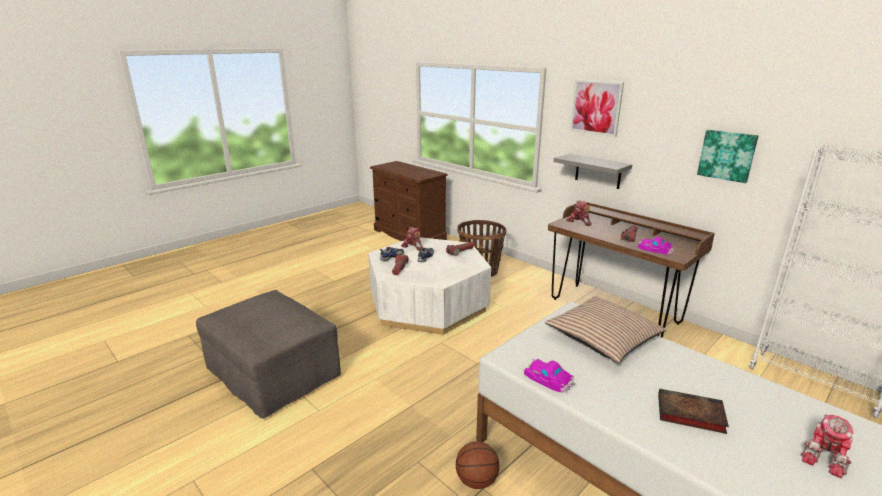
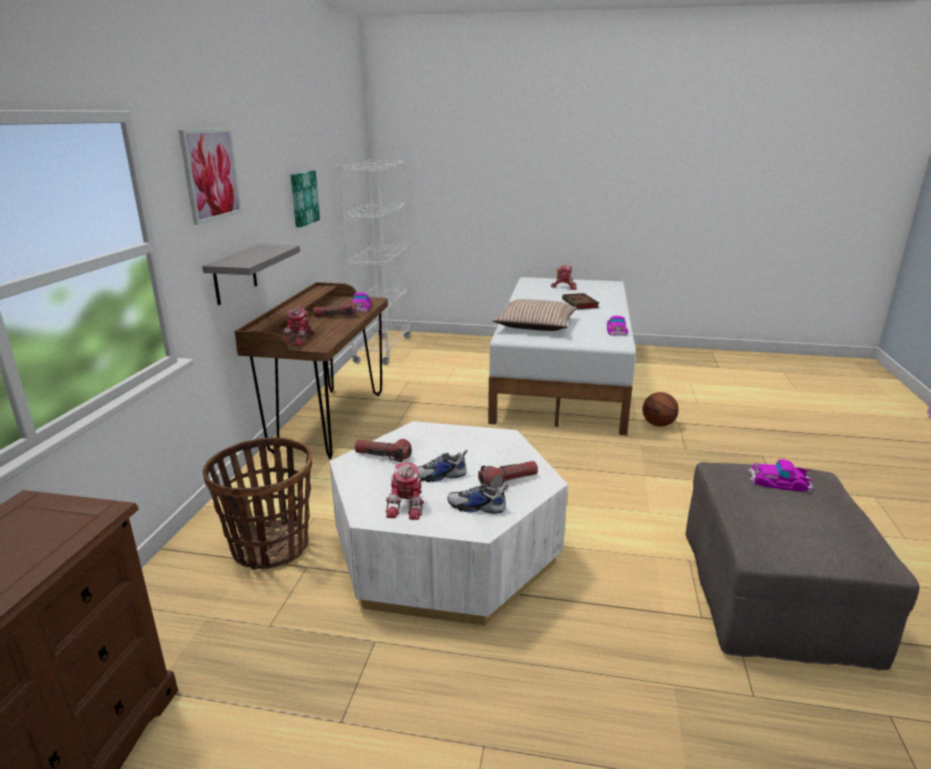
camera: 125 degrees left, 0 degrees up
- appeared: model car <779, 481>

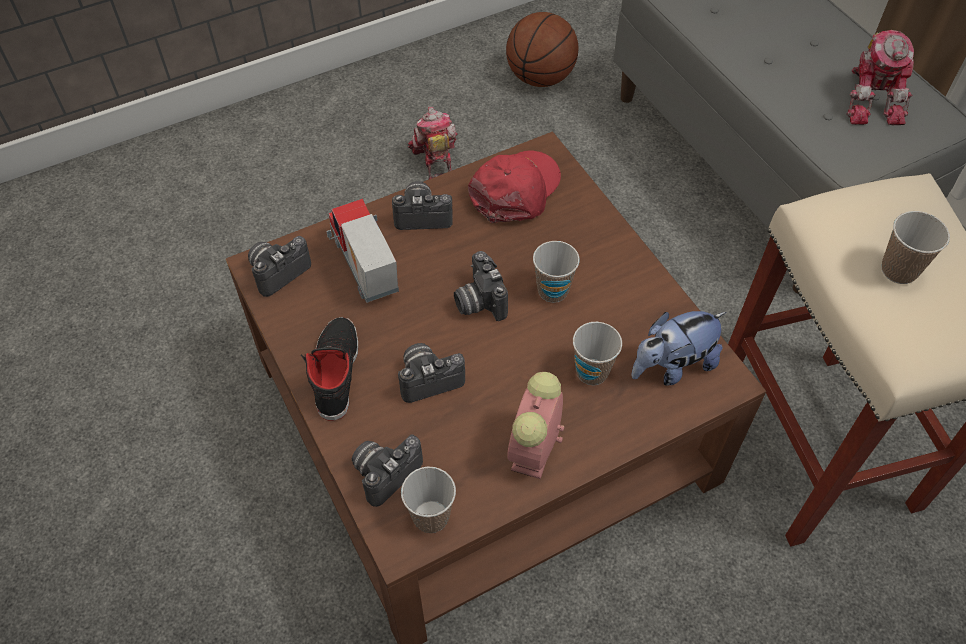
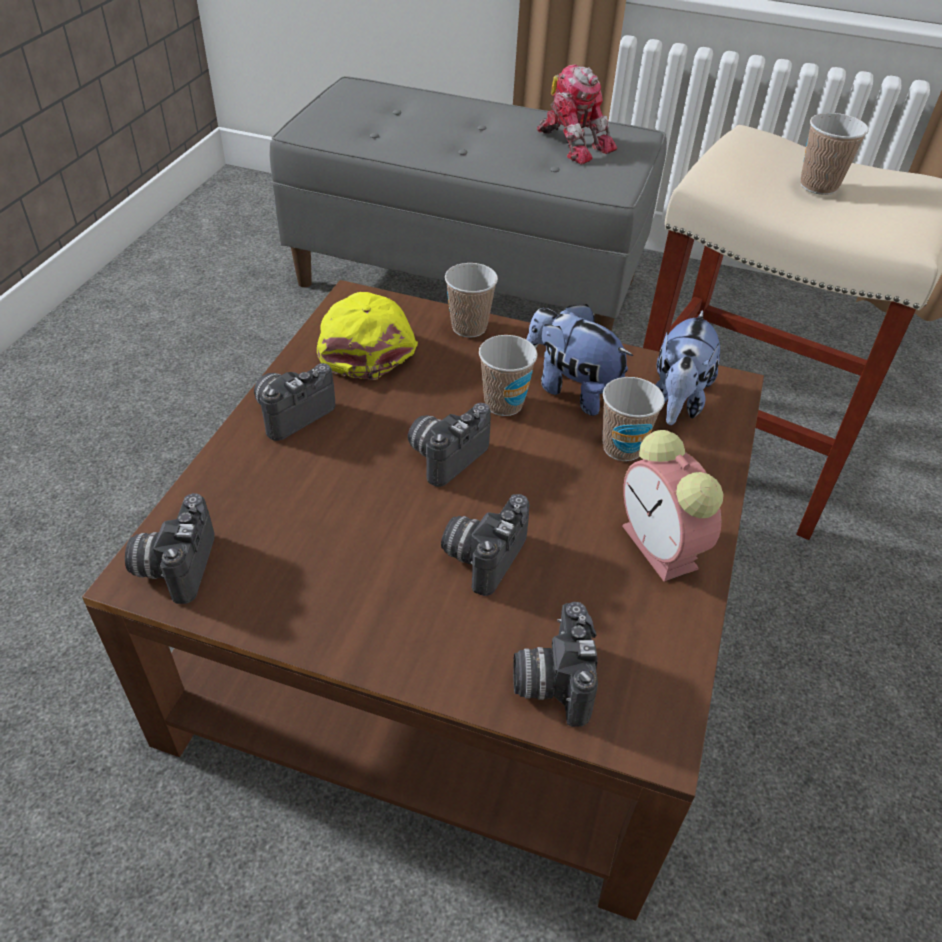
camera: 45 degrees left, 10 degrees down
- missing: basketball ball <540, 78>
- missing: toy robot <435, 161>
- colour: reddish cap <516, 190> to yellow cap <364, 342>
- missing: model truck <363, 268>
- spun: still camera <478, 301> = <445, 455> 105 degrees clockwise
- missing: black low shoe <335, 371>
- relocated: drinking cup <431, 517> to <469, 327>
- appeared: soft toy <571, 389>

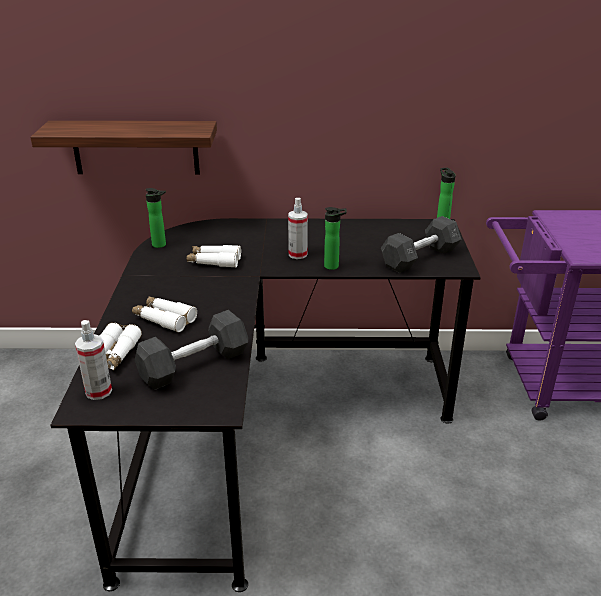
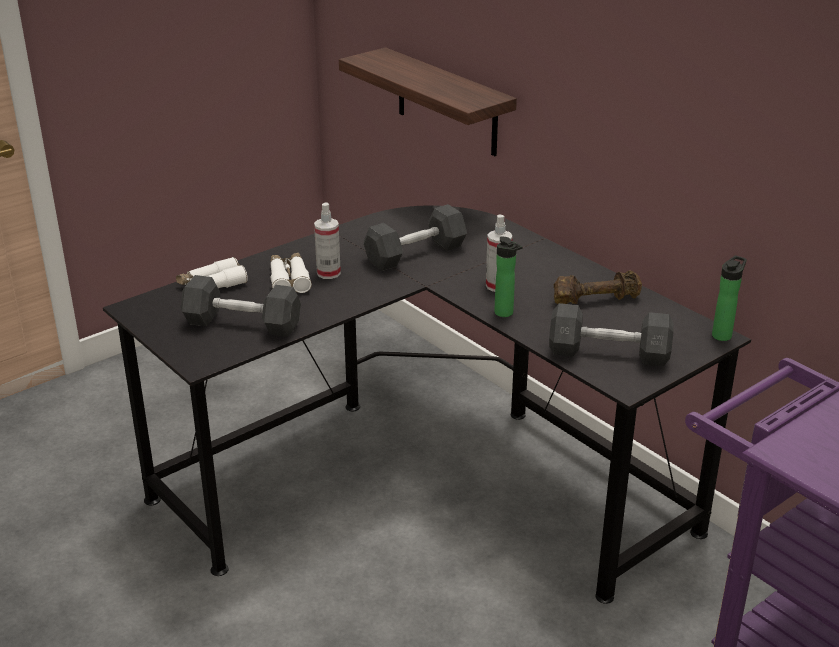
camera: 50 degrees right, 0 degrees up
- missing: bottle <161, 245>
- exchanged: white-coloured pair of binoculars <214, 261> to grey hand weight <415, 254>
- relocated: spray bottle <98, 391> to <328, 273>
- appeared: brown-coloured hand weight <595, 300>

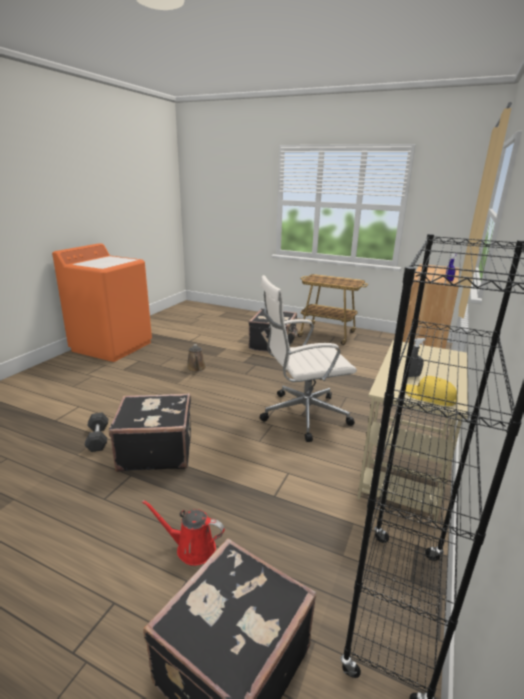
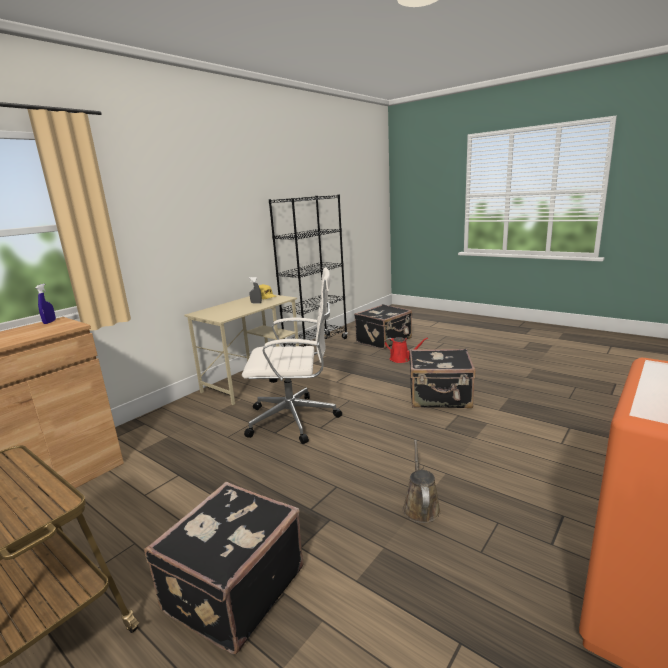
camera: 165 degrees left, 5 degrees down
- missing: grey hand weight <98, 438>

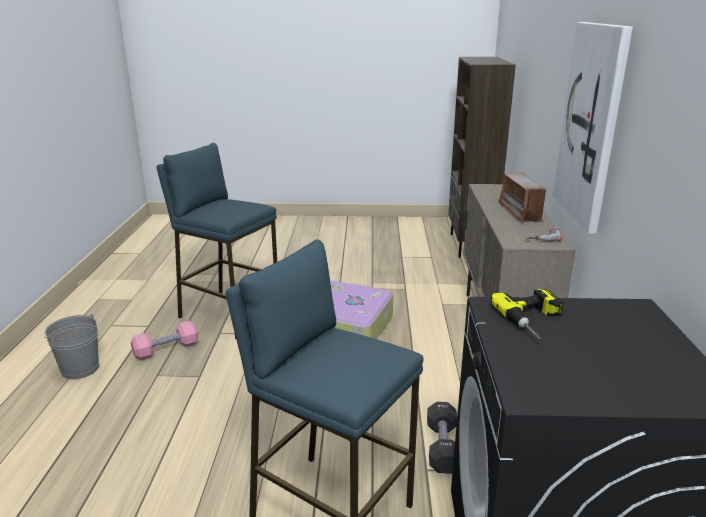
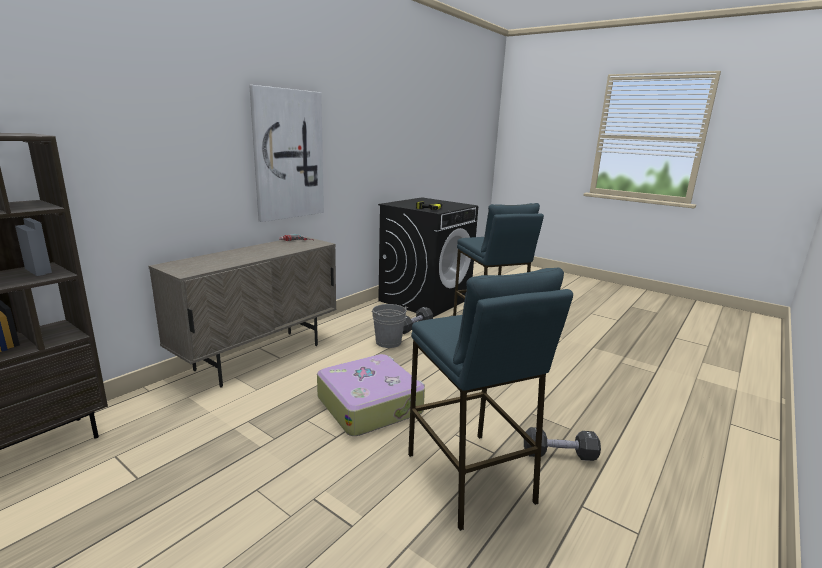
camera: 145 degrees left, 5 degrees down
- missing: radio set <520, 212>
- relocated: grey pail <80, 369> to <388, 342>
- colour: pink-coloured hand weight <166, 350> to black hand weight <559, 455>

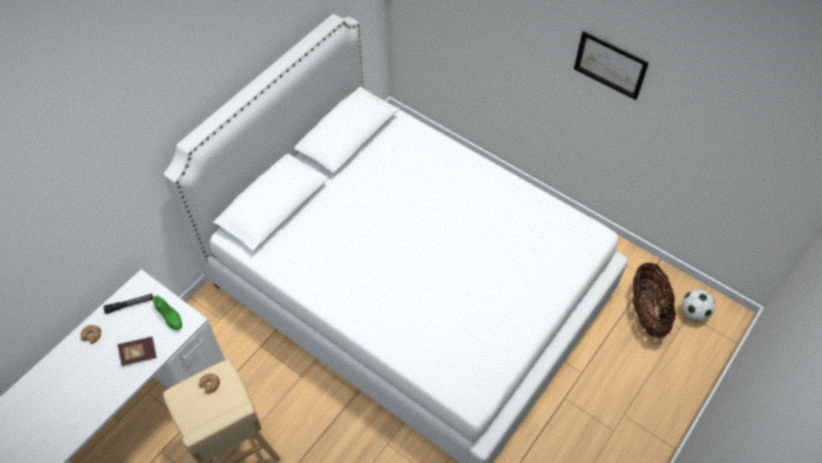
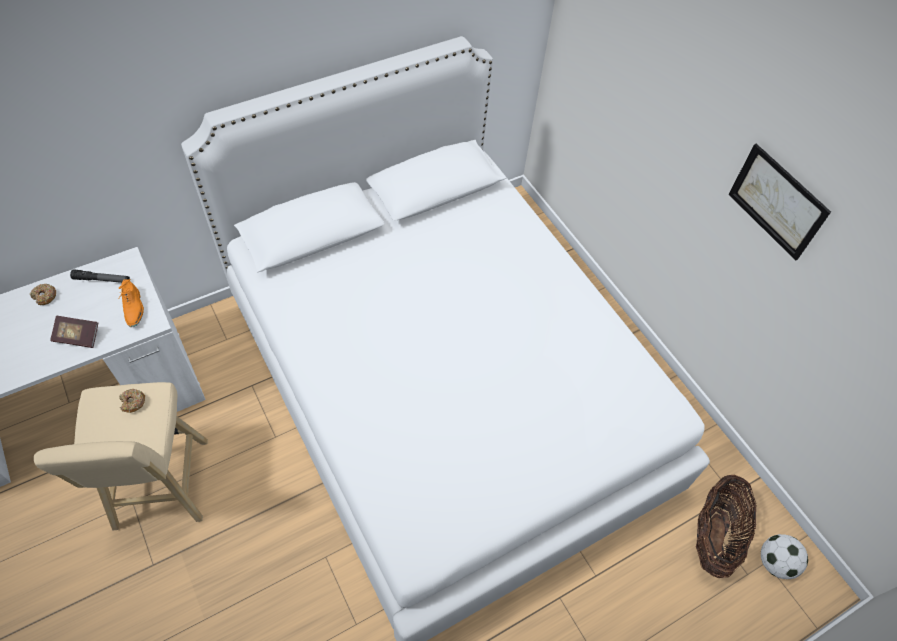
camera: 20 degrees right, 0 degrees up
- colour: greenish low shoe <169, 316> to orange-coloured low shoe <134, 308>

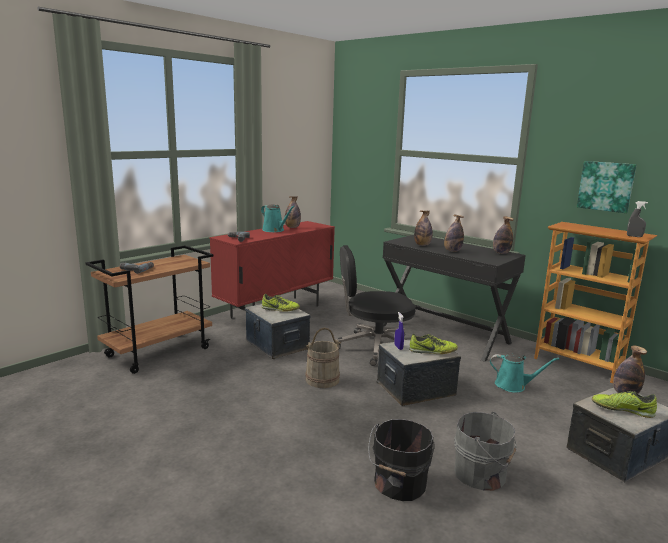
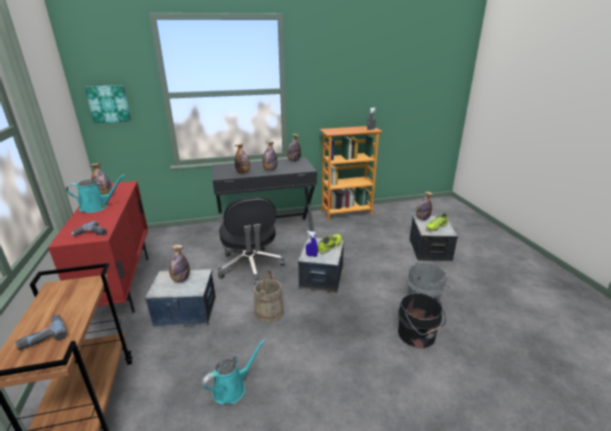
camera: 55 degrees left, 10 degrees up
- relocated: picture <606, 186> to <109, 104>
- spun: black desk chair <374, 347> = <251, 266> 45 degrees counterclockwise
- exchanged: low shoe <280, 309> to bottle <181, 279>
- relocated: blue-green watering pot <513, 385> to <232, 388>

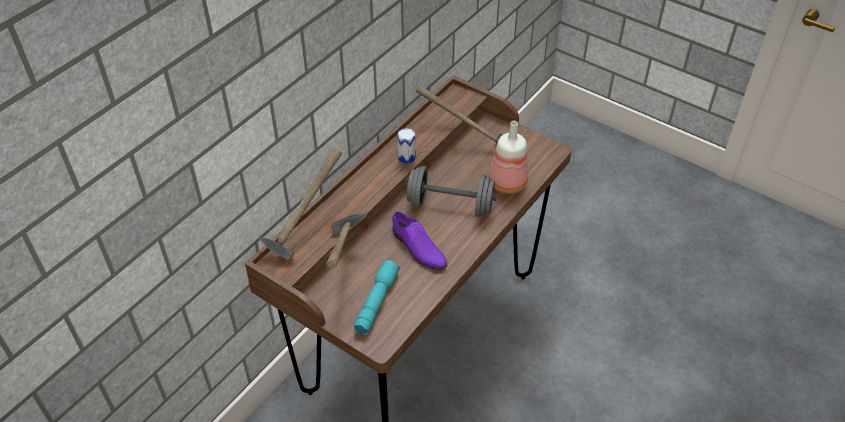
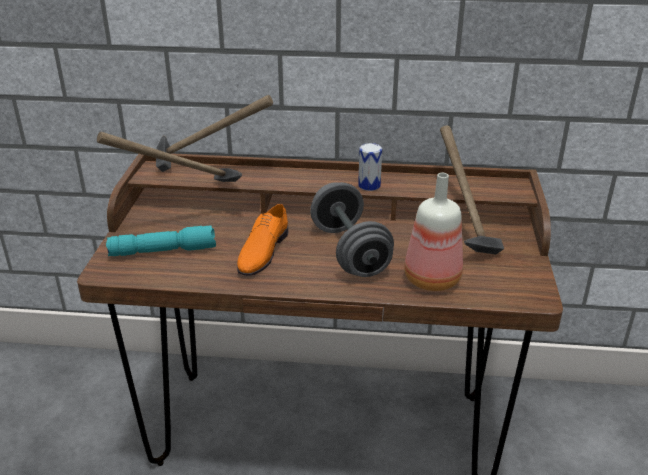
camera: 60 degrees right, 15 degrees down
- colour: purplish low shoe <417, 248> to orange-coloured low shoe <262, 251>

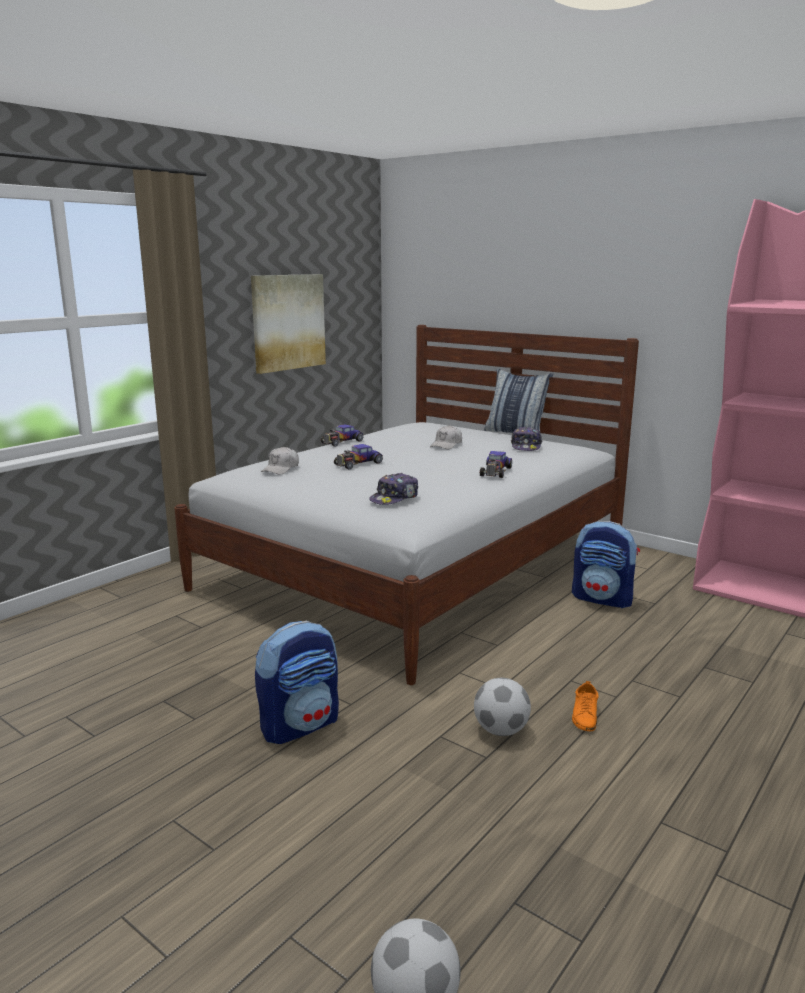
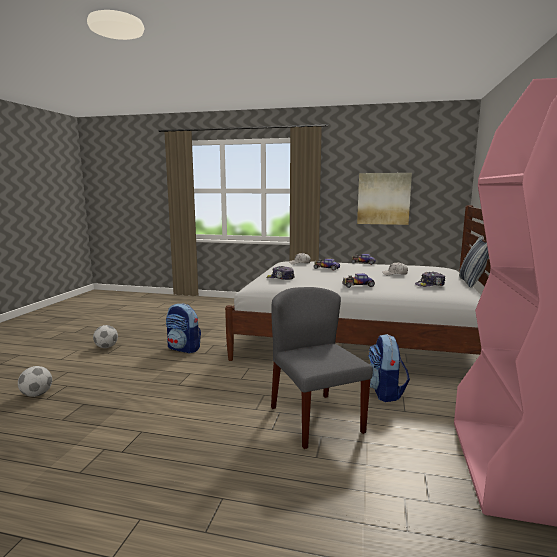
camera: 65 degrees right, 5 degrees down
- relocated: football <500, 731> to <106, 347>
- missing: orange-coloured low shoe <585, 715>
- appeared: grey plain chair <315, 419>

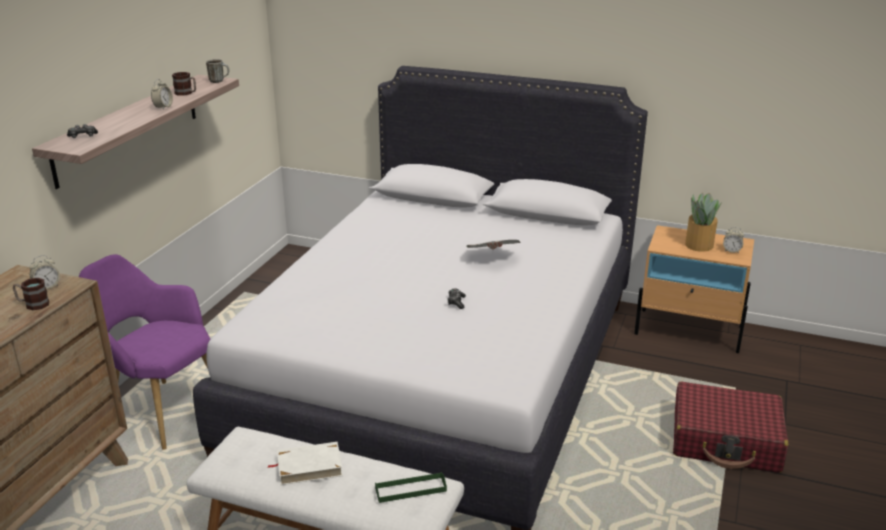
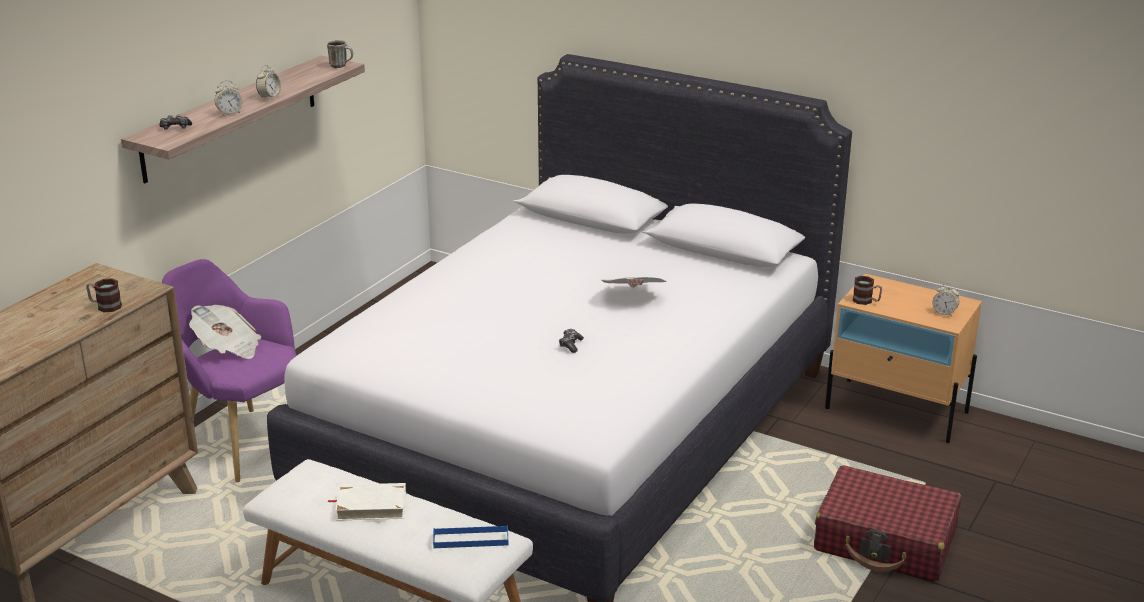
camera: 10 degrees right, 0 degrees up
- relocated: coffee mug <186, 93> to <866, 301>
- missing: houseplant <698, 245>
- relocated: bedside clock <47, 287> to <229, 113>
- colour: greenish carrying tray <410, 489> to bluish carrying tray <471, 539>
- appeared: daily paper <228, 348>

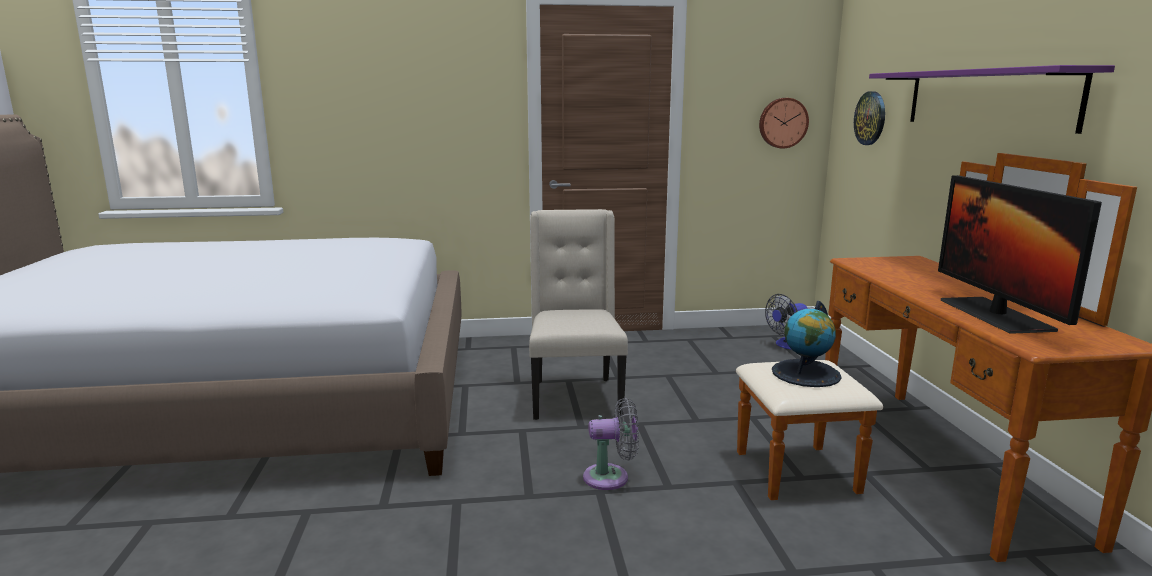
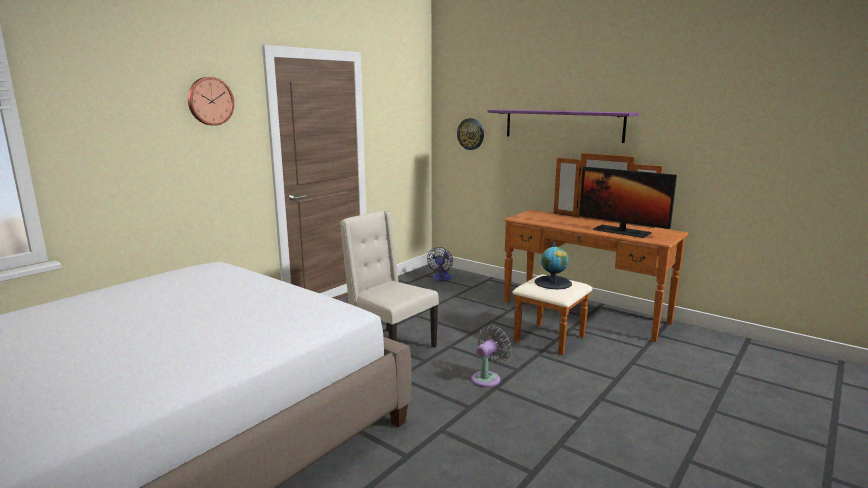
camera: 45 degrees left, 0 degrees up
- relocated: hanging clock <782, 123> to <210, 101>

